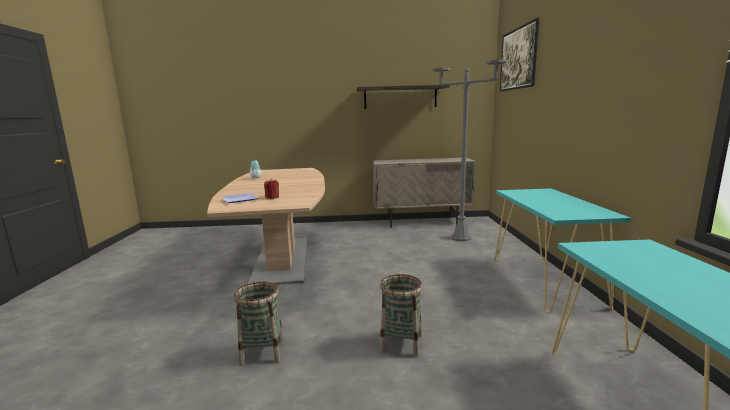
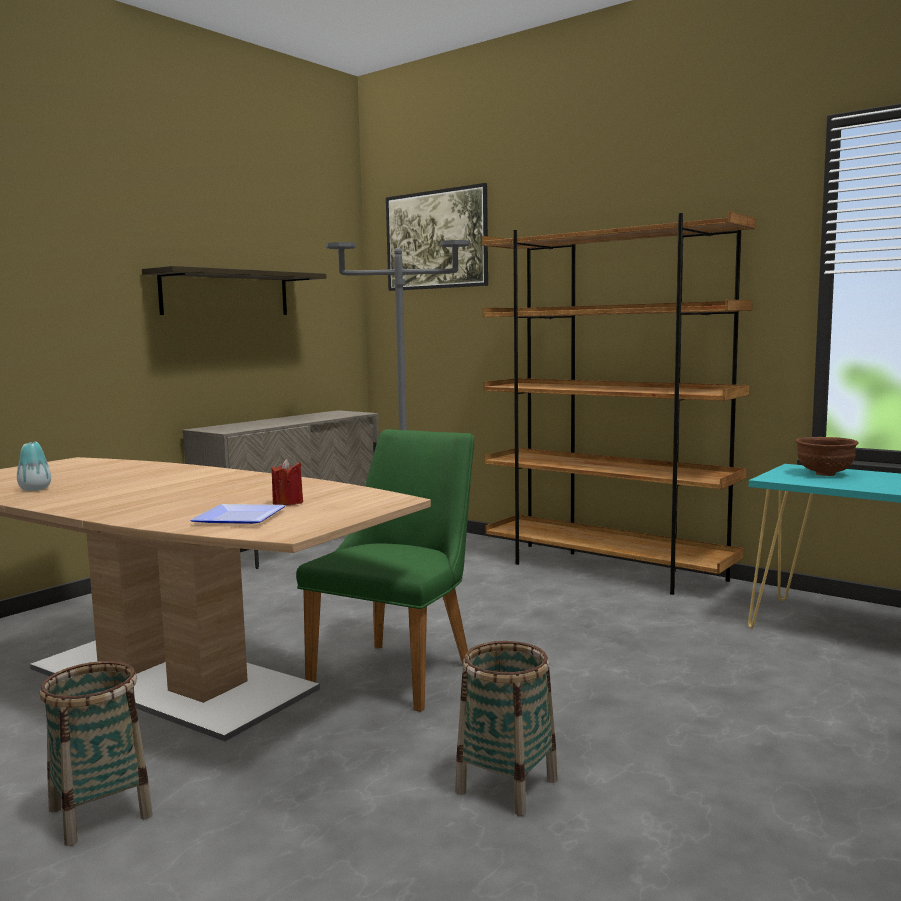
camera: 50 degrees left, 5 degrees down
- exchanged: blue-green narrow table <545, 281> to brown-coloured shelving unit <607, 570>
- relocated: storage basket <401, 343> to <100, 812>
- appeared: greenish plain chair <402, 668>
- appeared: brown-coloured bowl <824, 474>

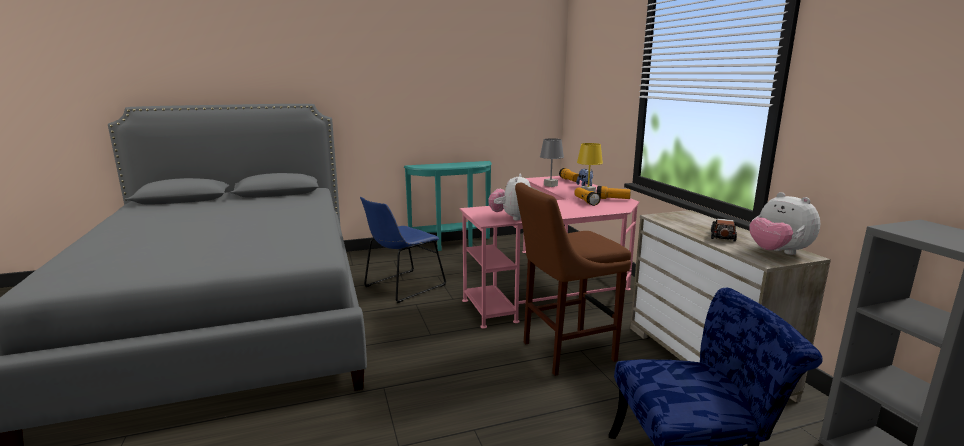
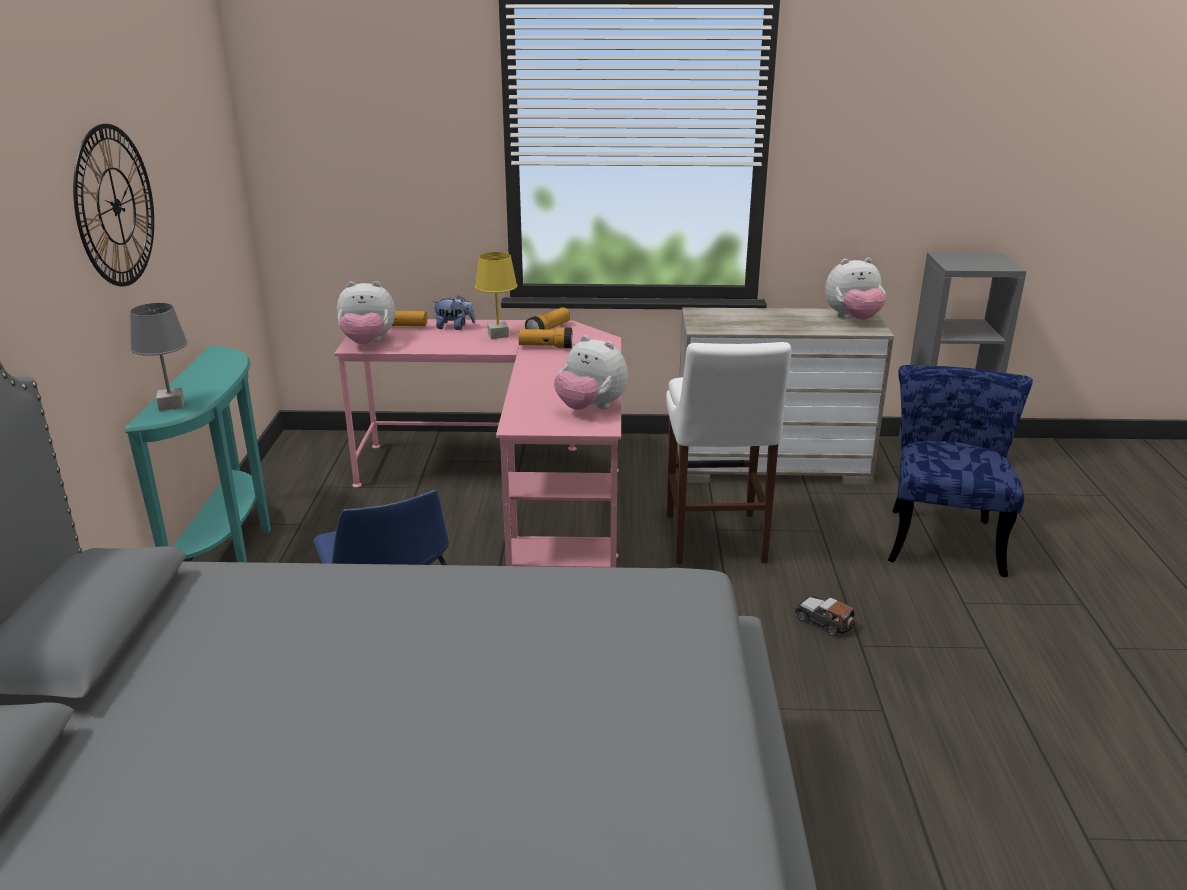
camera: 70 degrees left, 10 degrees up
- relocated: grey table lamp <550, 185> to <171, 405>
- colour: brown-coloured sitting stool <564, 352> to white-coloured sitting stool <715, 541>
- relocated: model car <722, 236> to <824, 622>
- appeared: hanging clock <116, 206>
- appeared: soft toy <368, 343>

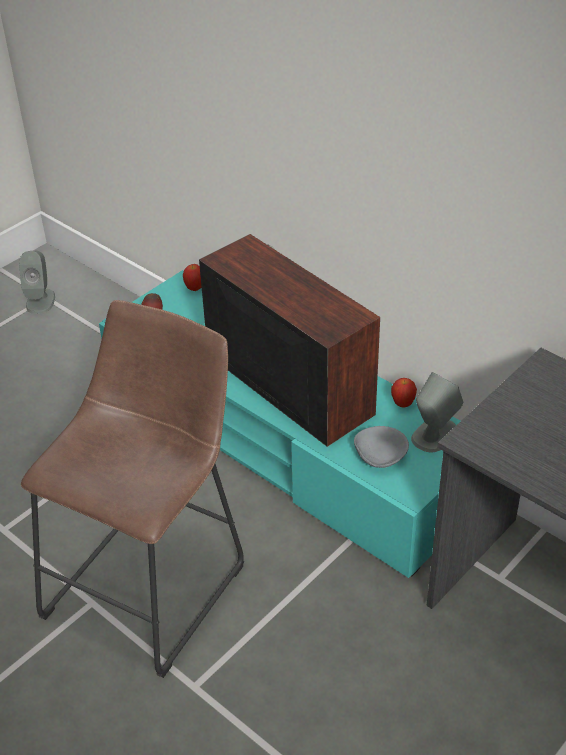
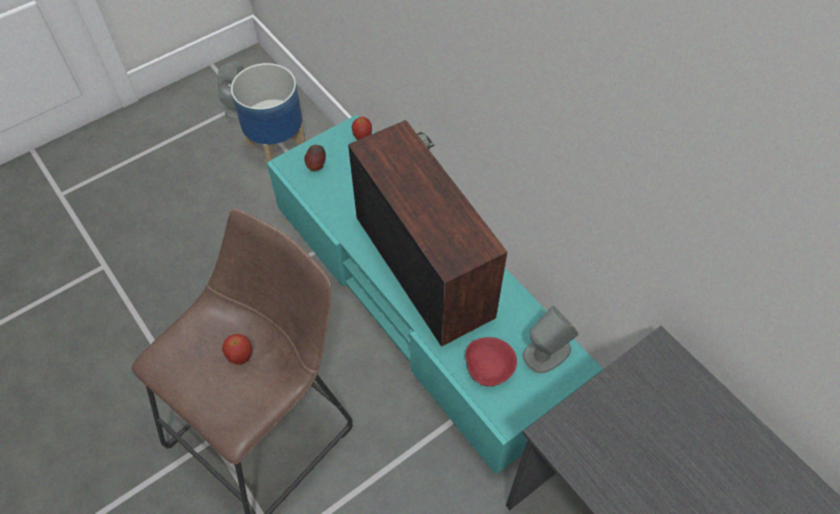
camera: 10 degrees right, 15 degrees up
- relocated: whole apple <403, 404> to <241, 357>
- colour: grey bowl <380, 455> to reddish bowl <489, 367>
- appeared: flower pot <276, 147>

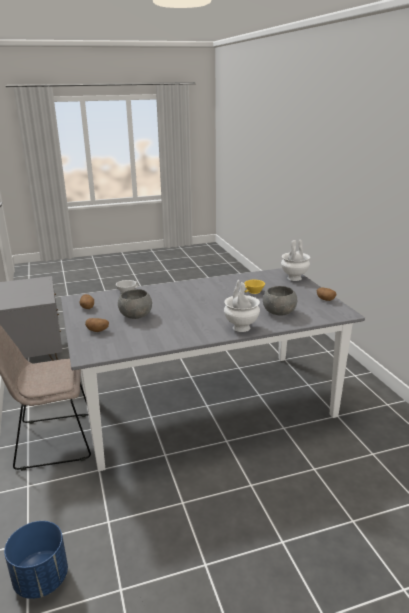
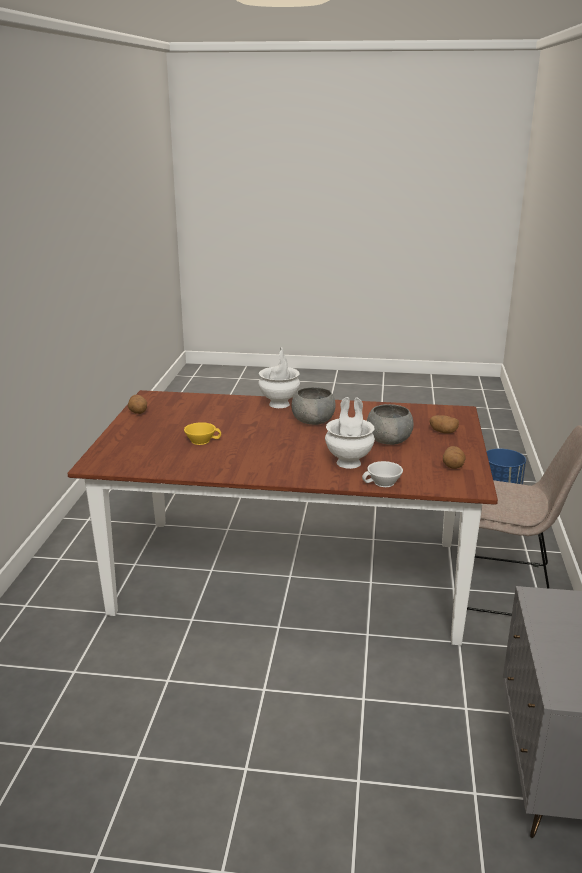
camera: 155 degrees left, 0 degrees up
- relocated: white-coloured decorative vase <294, 278> to <349, 463>
- colour: grey dinner table <206, 404> to brown-coloured dinner table <290, 577>
- relocated: grey bowl <279, 312> to <312, 421>

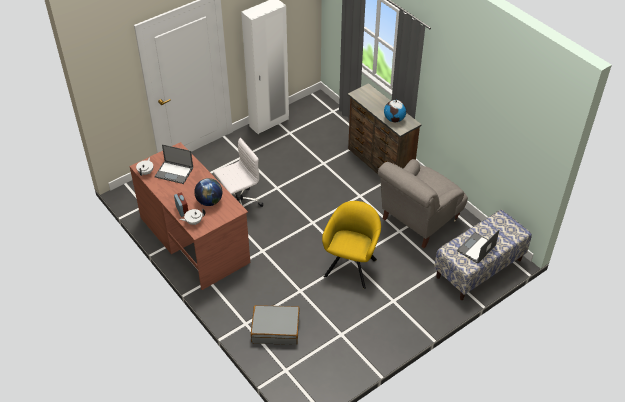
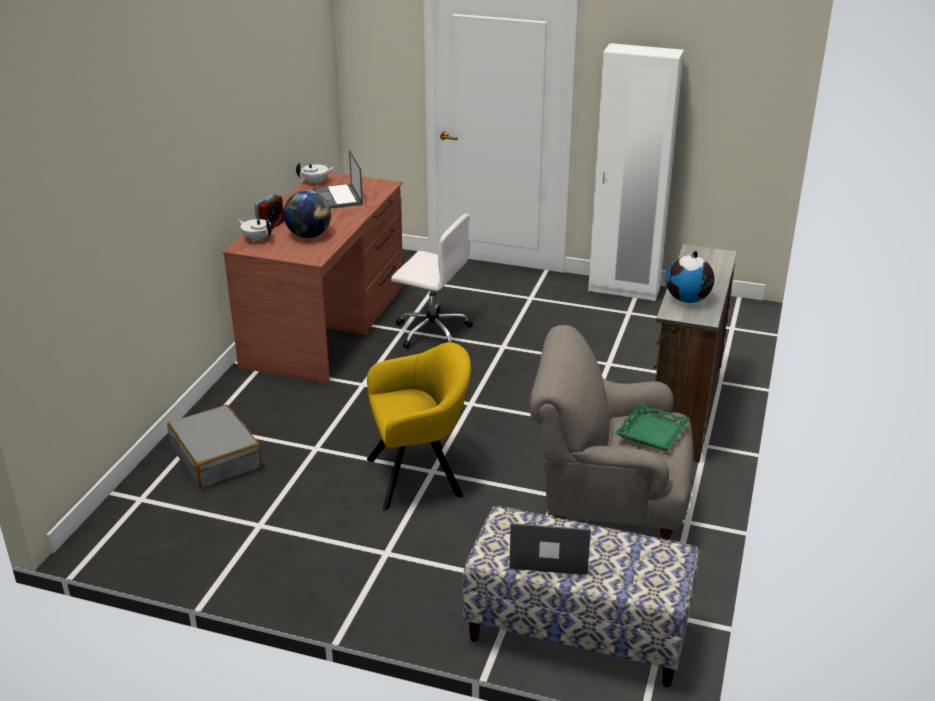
camera: 55 degrees right, 15 degrees down
- appeared: greenish carrying tray <652, 432>

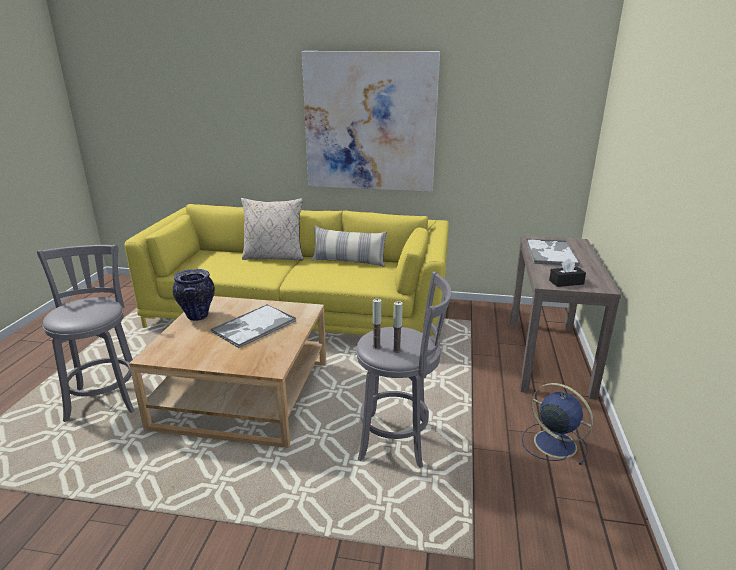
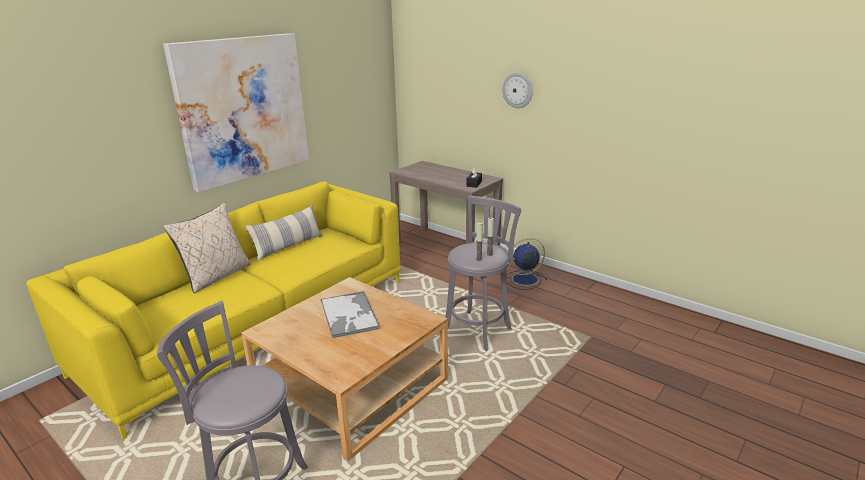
camera: 60 degrees left, 0 degrees up
- missing: carrying tray <550, 253>
- missing: decorative vase <197, 316>
- appeared: hanging clock <517, 90>

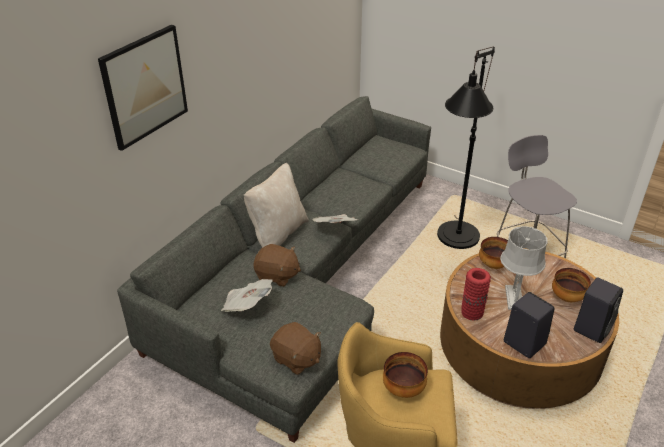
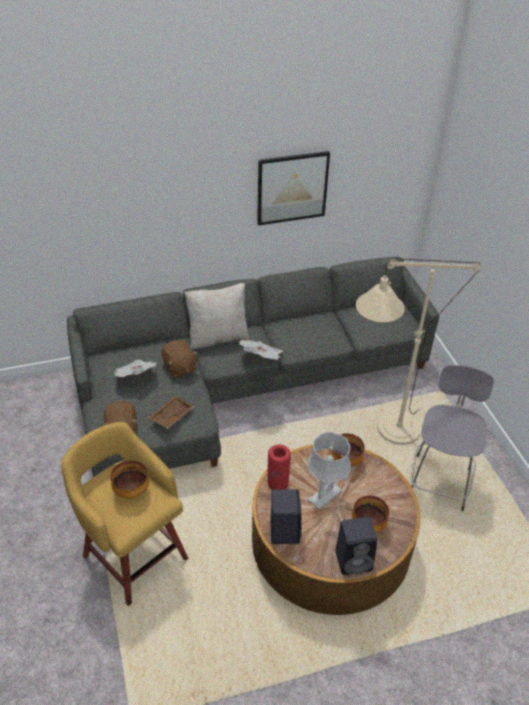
camera: 40 degrees right, 5 degrees up
- relocated: picture <145, 86> to <292, 188>
- colour: black standard lamp <455, 243> to beige-coloured standard lamp <388, 432>
- appeared: brown-coloured carrying tray <171, 416>

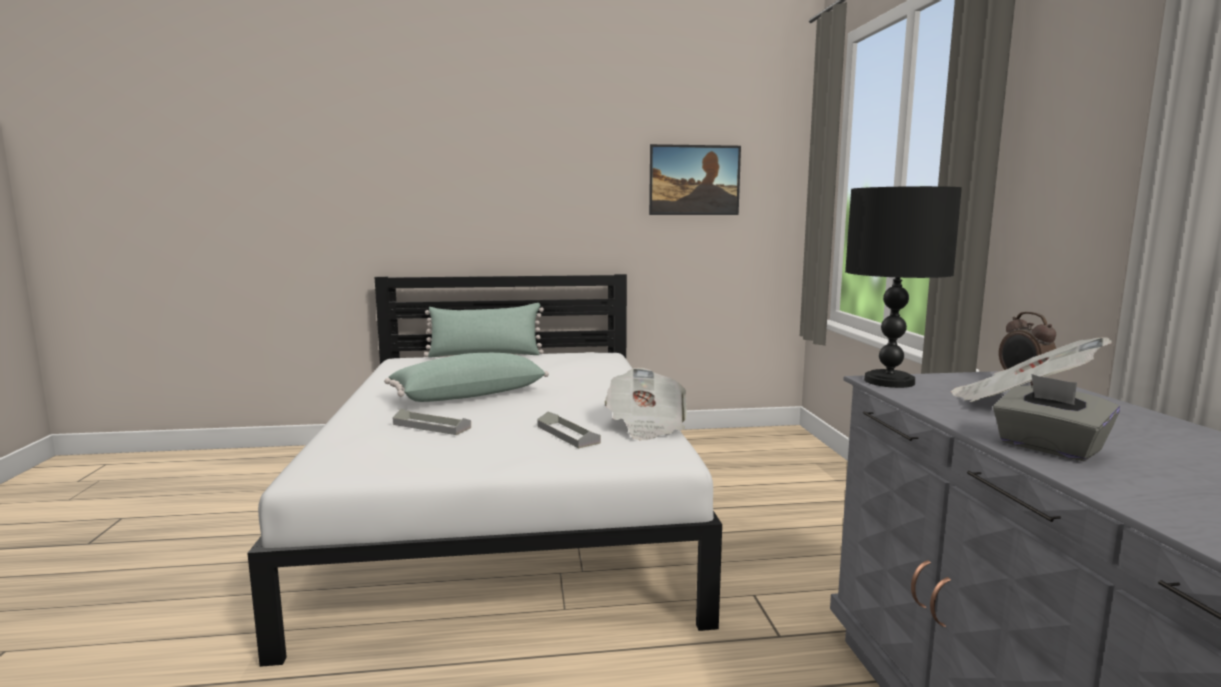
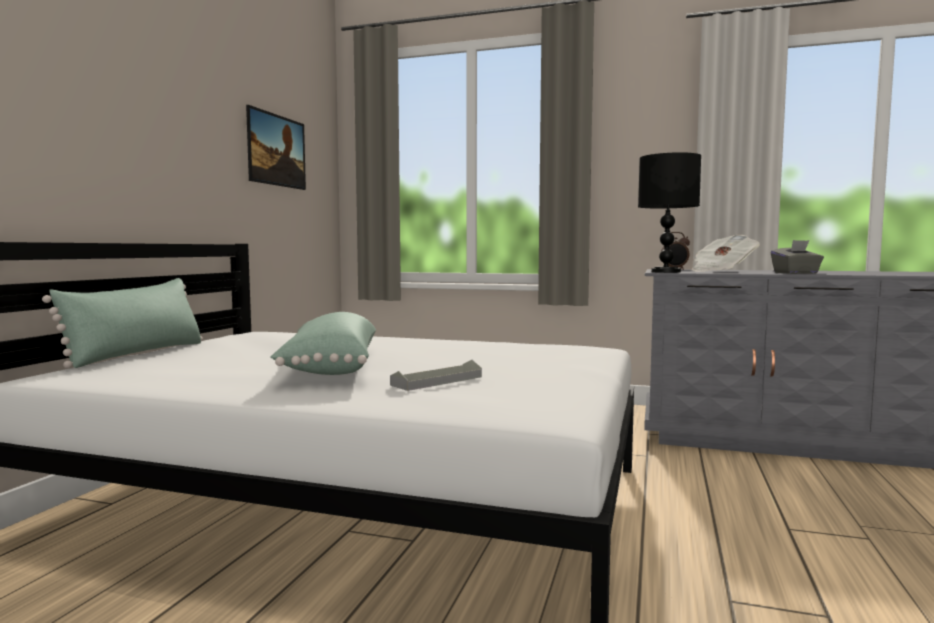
camera: 65 degrees left, 5 degrees down
- missing: daily paper <646, 426>
- missing: grey carrying tray <567, 434>

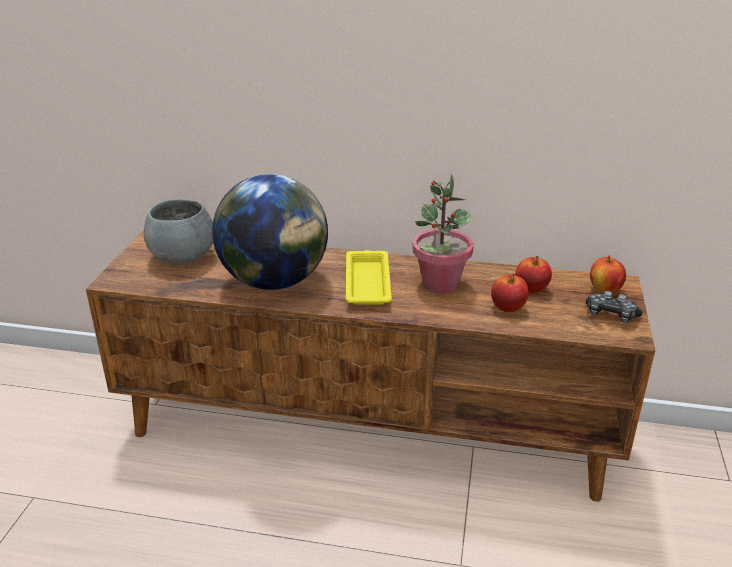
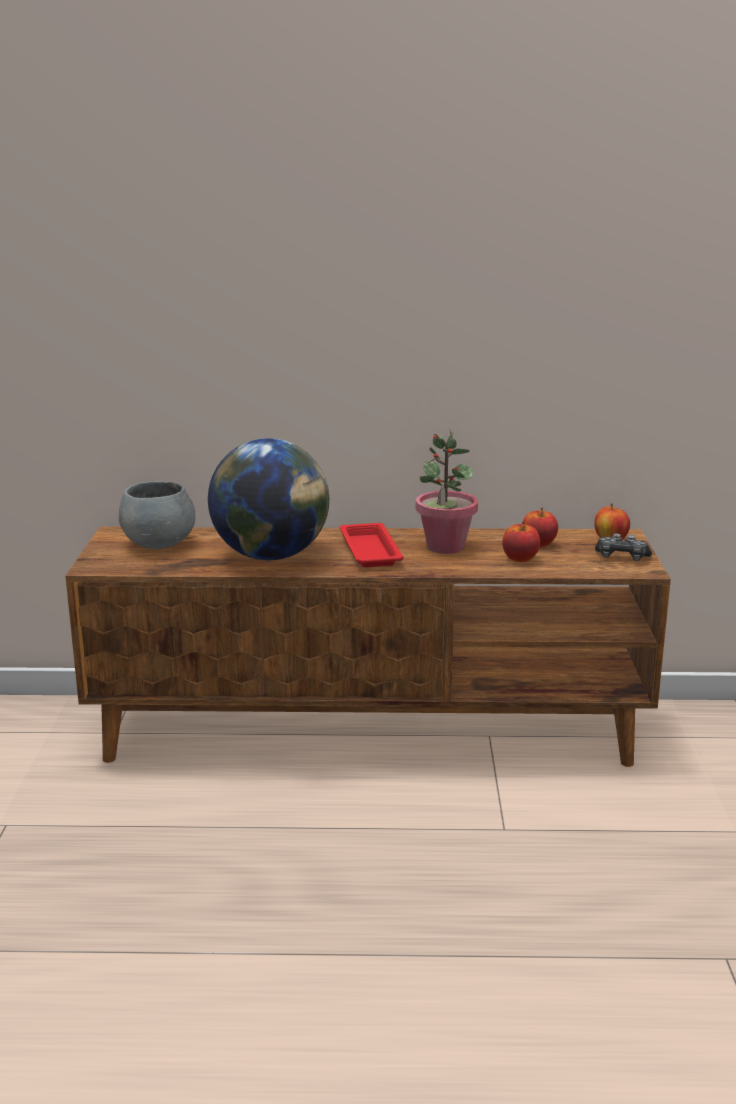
camera: 10 degrees left, 10 degrees down
- colour: yellow carrying tray <367, 282> to reddish carrying tray <369, 550>

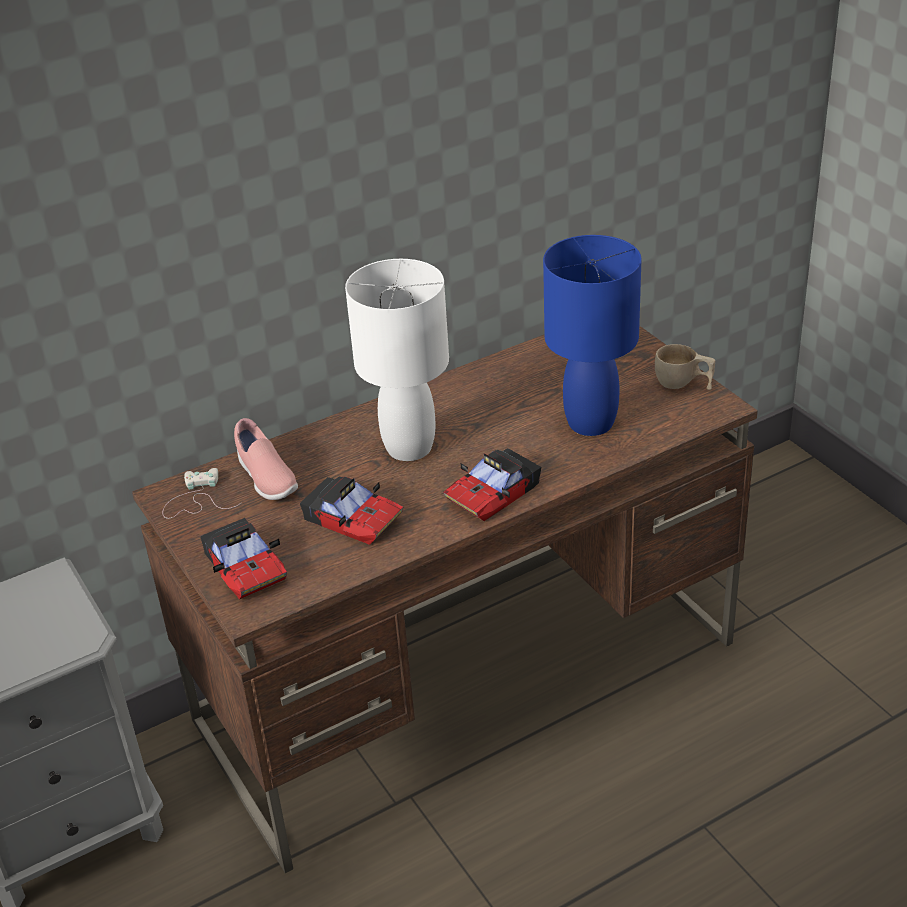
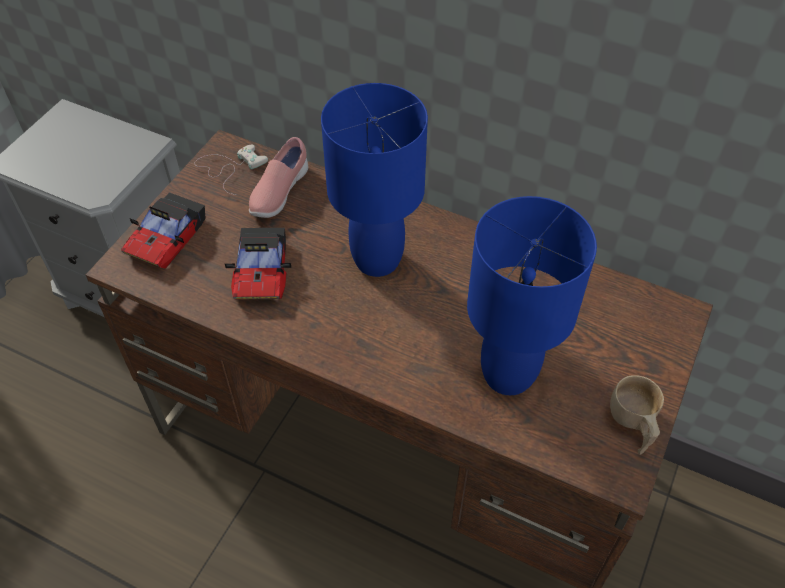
camera: 55 degrees right, 15 degrees up
- colour: white-coloured table lamp <410, 447> to bluish table lamp <378, 260>
- missing: model car <493, 493>

